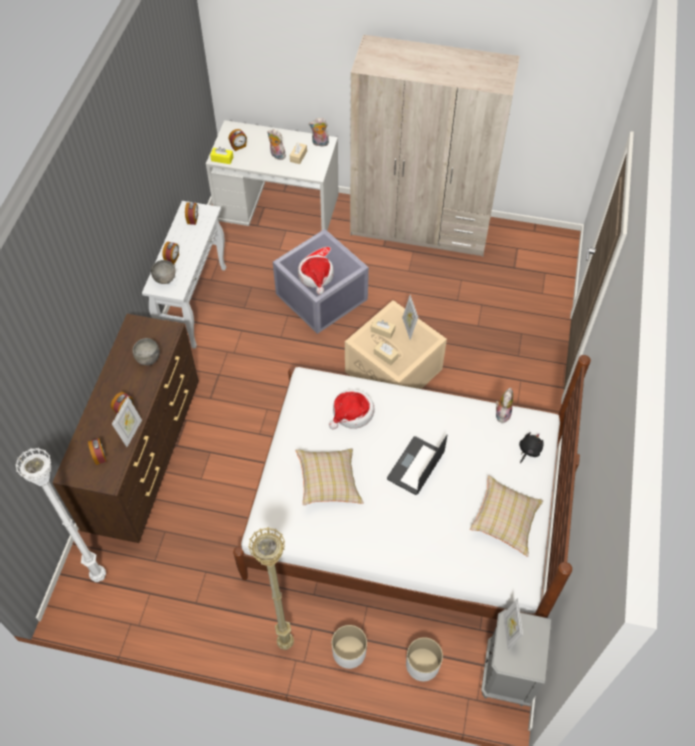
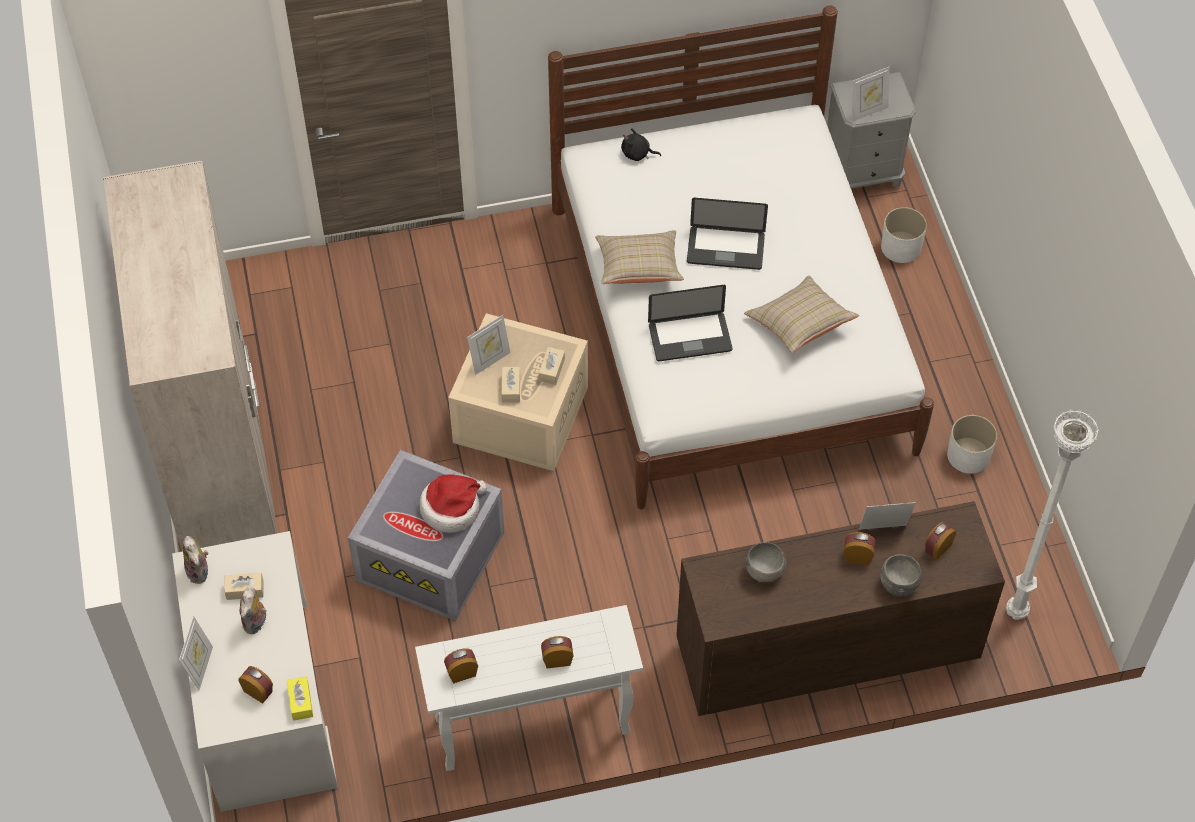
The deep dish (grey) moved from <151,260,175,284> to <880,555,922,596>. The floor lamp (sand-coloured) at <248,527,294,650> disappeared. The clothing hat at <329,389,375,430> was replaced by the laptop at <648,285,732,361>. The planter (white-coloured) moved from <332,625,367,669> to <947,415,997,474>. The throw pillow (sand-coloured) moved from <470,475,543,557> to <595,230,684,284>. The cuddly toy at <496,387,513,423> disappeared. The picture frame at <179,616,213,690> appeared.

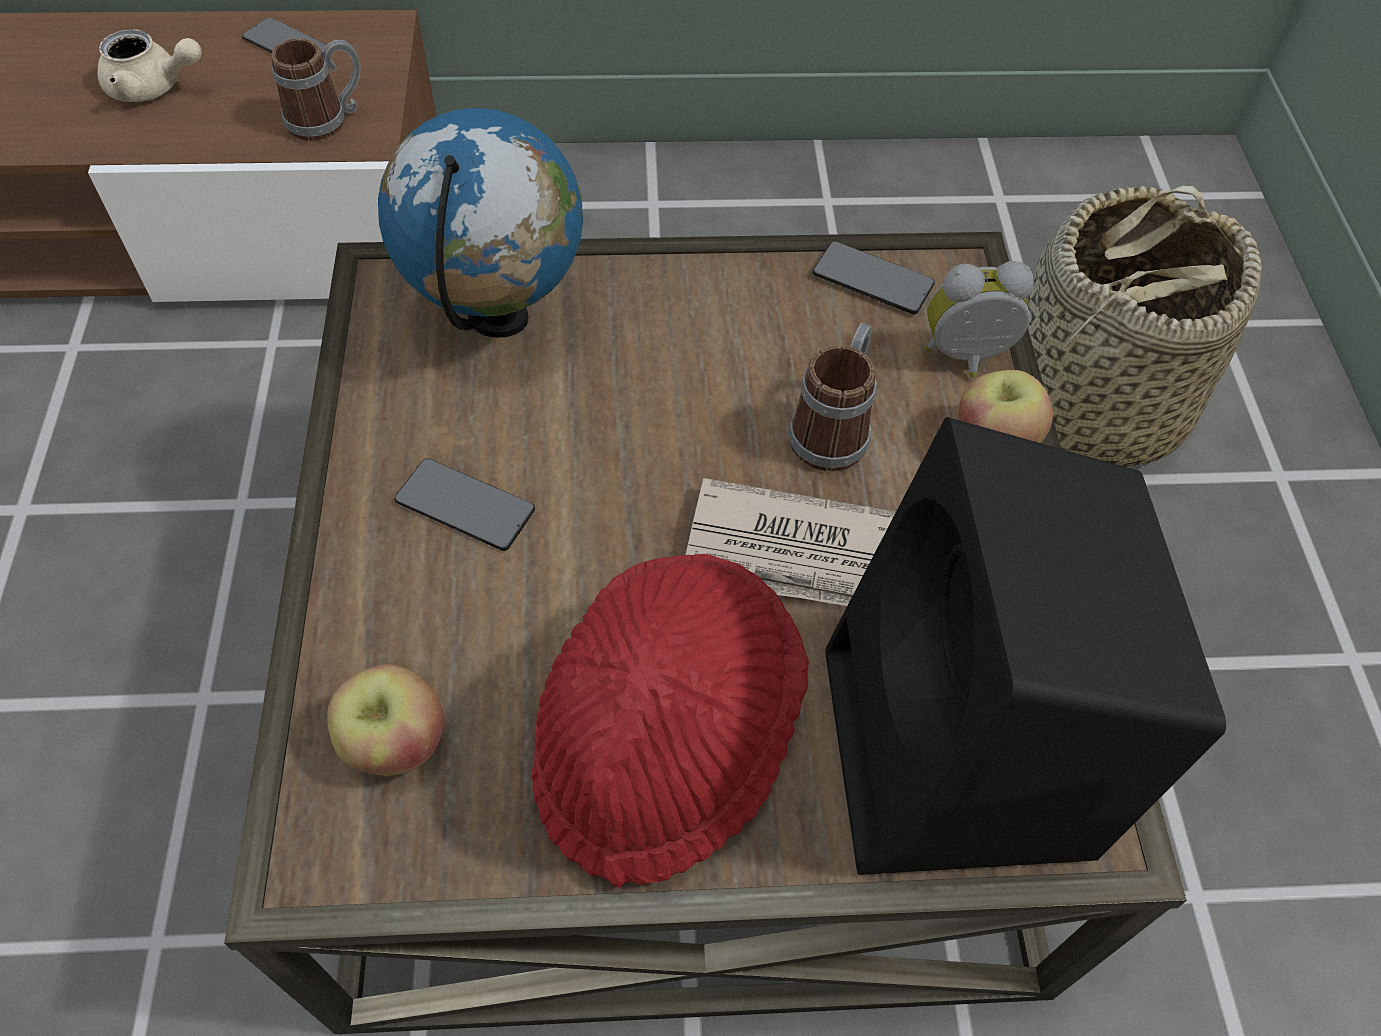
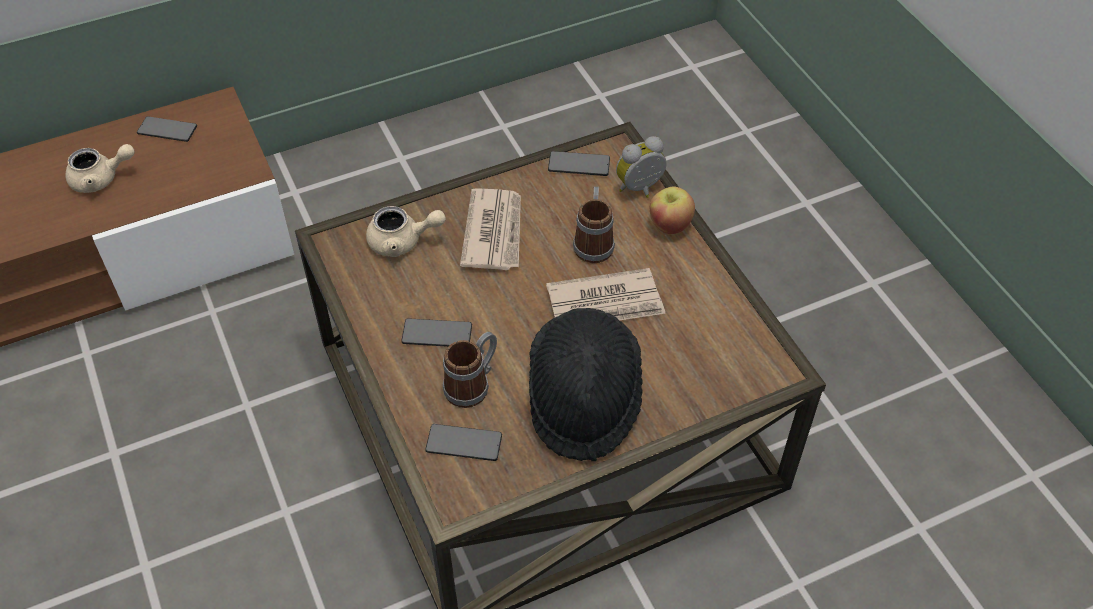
The tea mug moved from <271,38,361,141> to <443,332,497,408>. The apple at <327,664,444,776> was replaced by the telephone at <425,424,502,461>. The desk globe at <378,108,583,338> was replaced by the teapot (sand-coloured) at <366,206,446,257>. The clothing hat (red-coloured) at <531,554,809,888> became the clothing hat (black) at <529,308,643,461>. The loudspeaker (black) at <825,417,1226,875> disappeared. The household basket at <1026,185,1262,467> disappeared. The printed paper at <460,188,521,270> appeared.

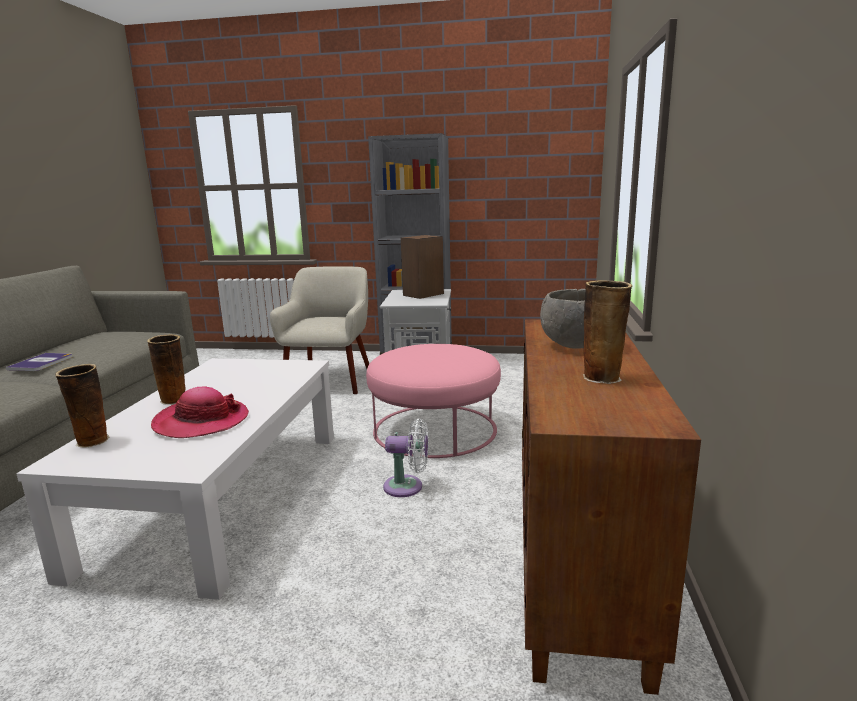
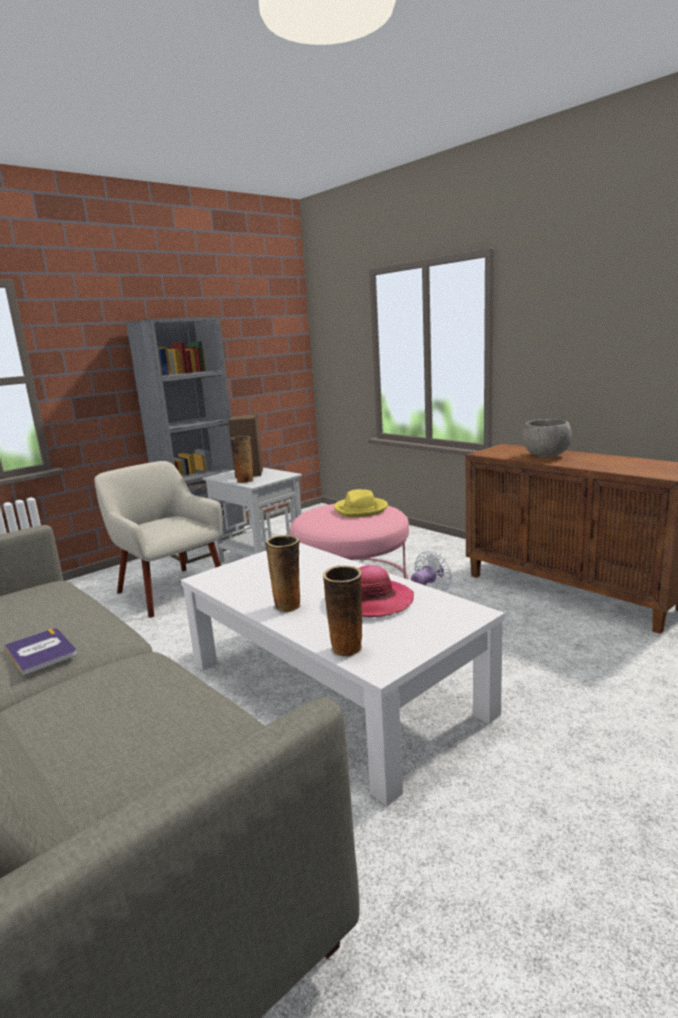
The flower vase moved from <583,281,632,384> to <230,436,254,483>. The clothing hat (yellow-coloured) at <334,489,388,517> appeared.

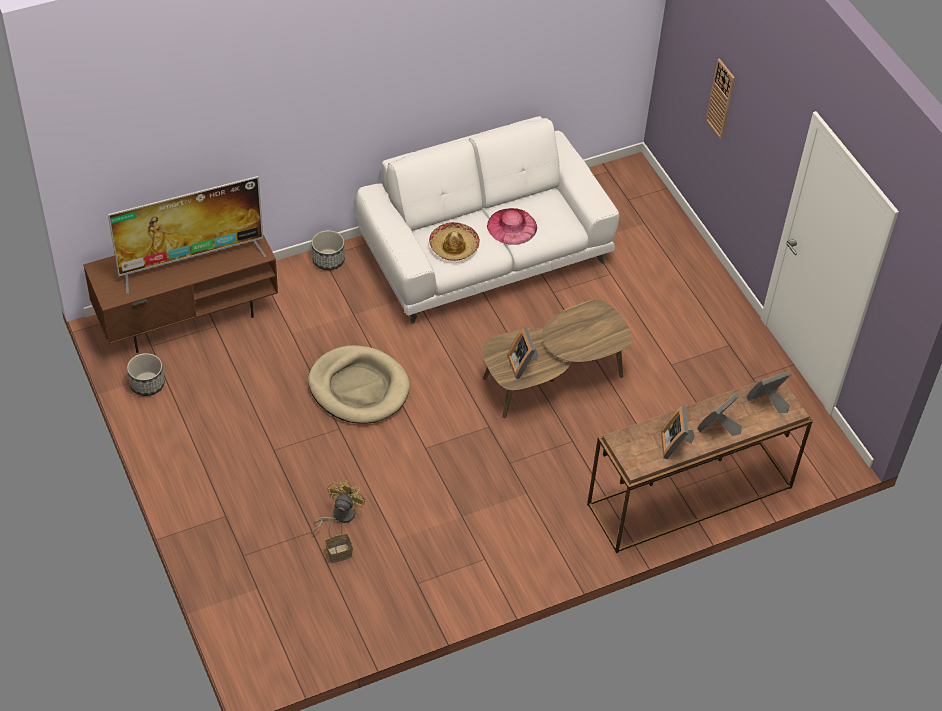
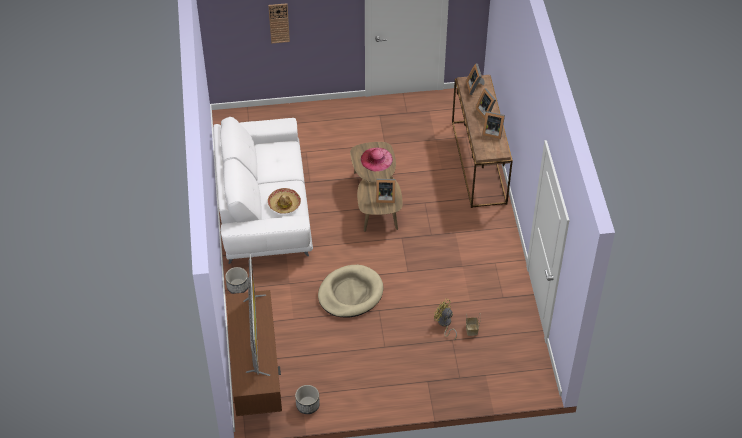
The clothing hat (pink-coloured) moved from <487,208,537,245> to <361,148,393,171>.

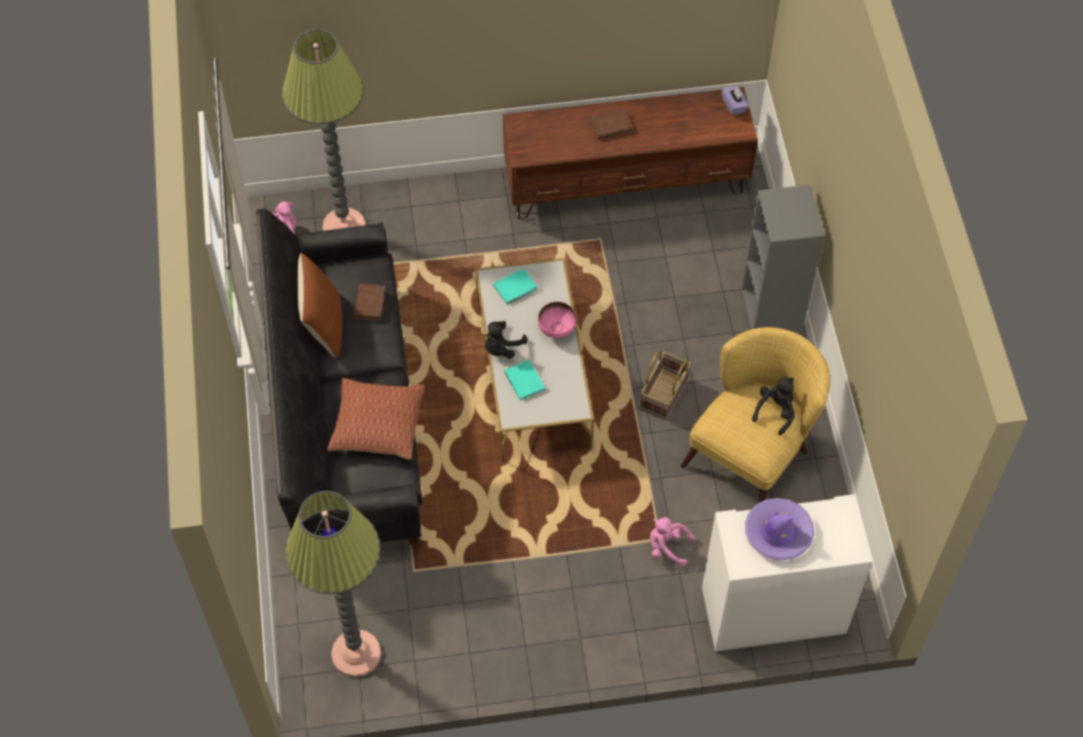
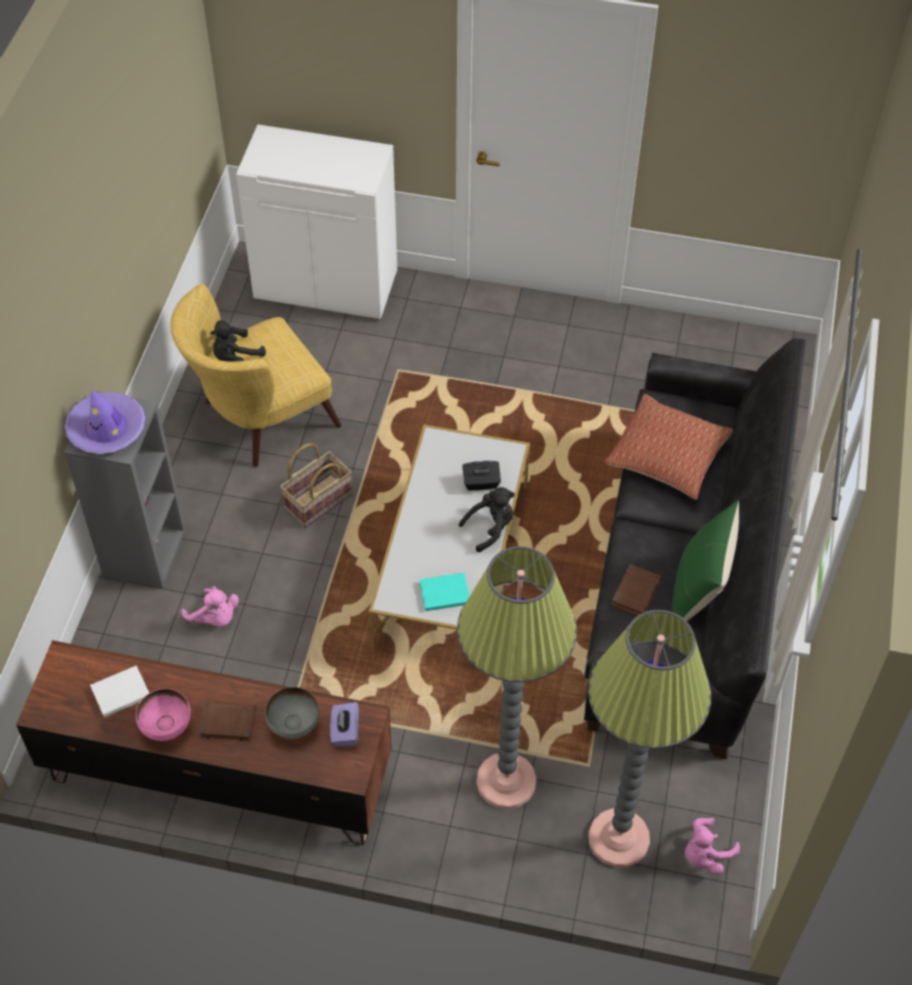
The floor lamp moved from <285,491,381,678> to <457,546,577,809>. The throw pillow (brown-coloured) at <298,253,343,358> became the throw pillow (green) at <672,500,739,621>. The bound book (blue-green) at <504,360,545,401> was replaced by the tissue box (black) at <462,461,501,491>. The deep dish (pink-coloured) moved from <538,302,577,338> to <136,689,191,741>. The cuddly toy (pink-coloured) moved from <650,517,695,567> to <181,586,239,627>. The tissue box (purple) moved from <722,86,749,116> to <330,702,359,746>. The clothing hat (purple) moved from <745,498,814,561> to <65,389,145,454>. The bound book (white-coloured) at <90,665,149,717> appeared. The deep dish (grey) at <265,687,320,739> appeared.

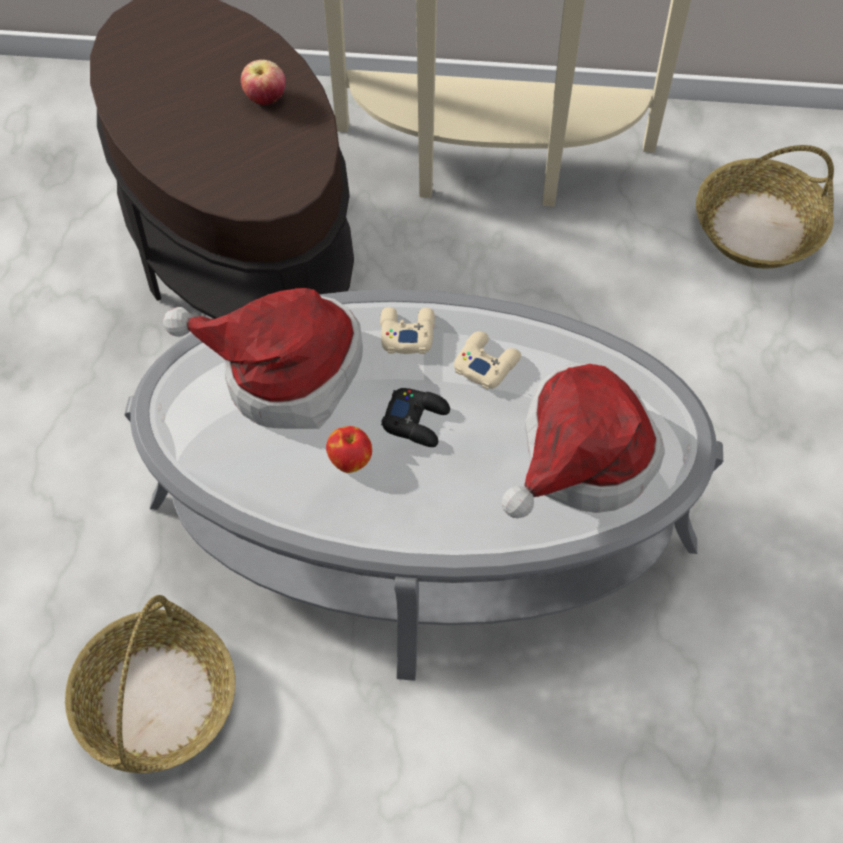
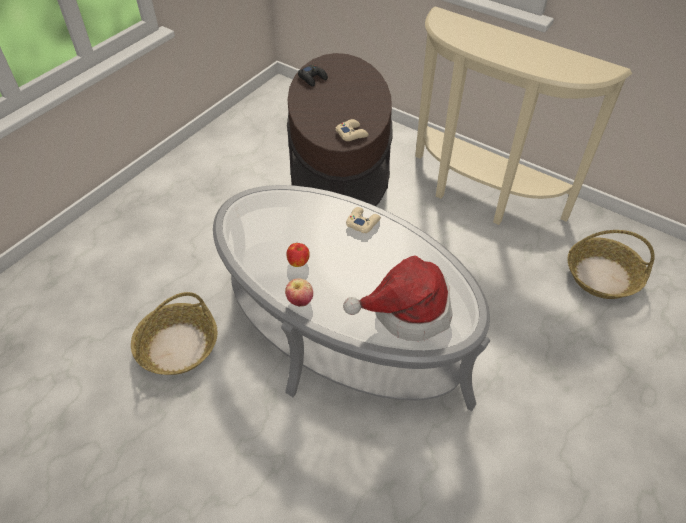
The clothing hat at <163,288,363,429> disappeared. The apple moved from <241,60,286,105> to <285,279,313,307>. The joypad (black) moved from <381,388,450,447> to <298,65,328,87>. The joypad (sand-coloured) moved from <454,331,521,390> to <336,119,369,141>.

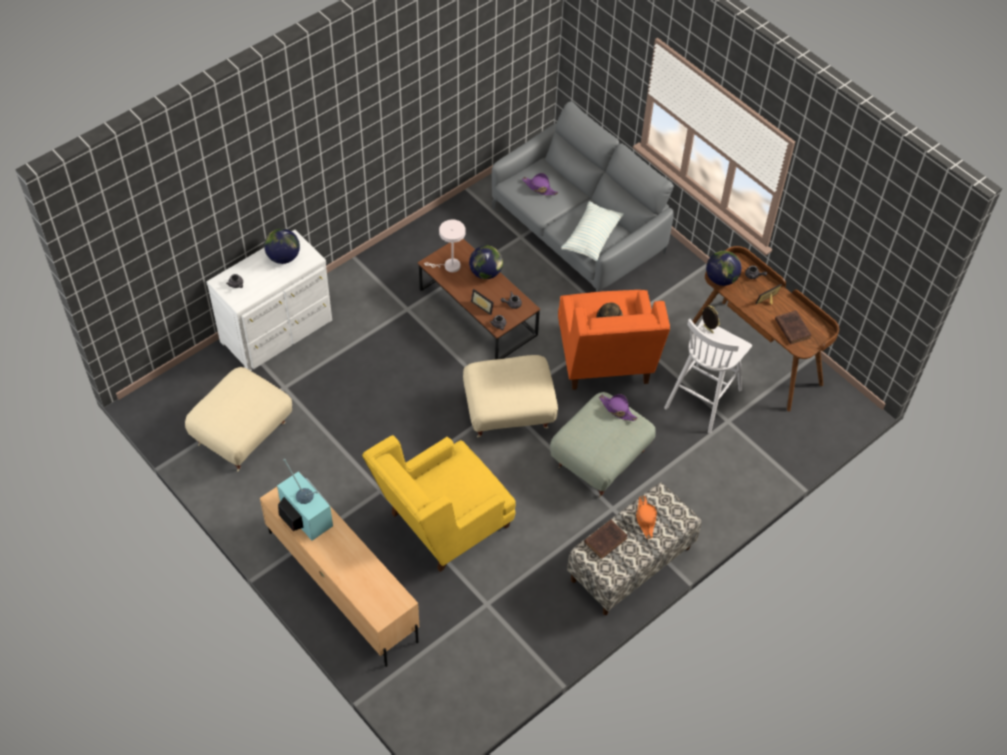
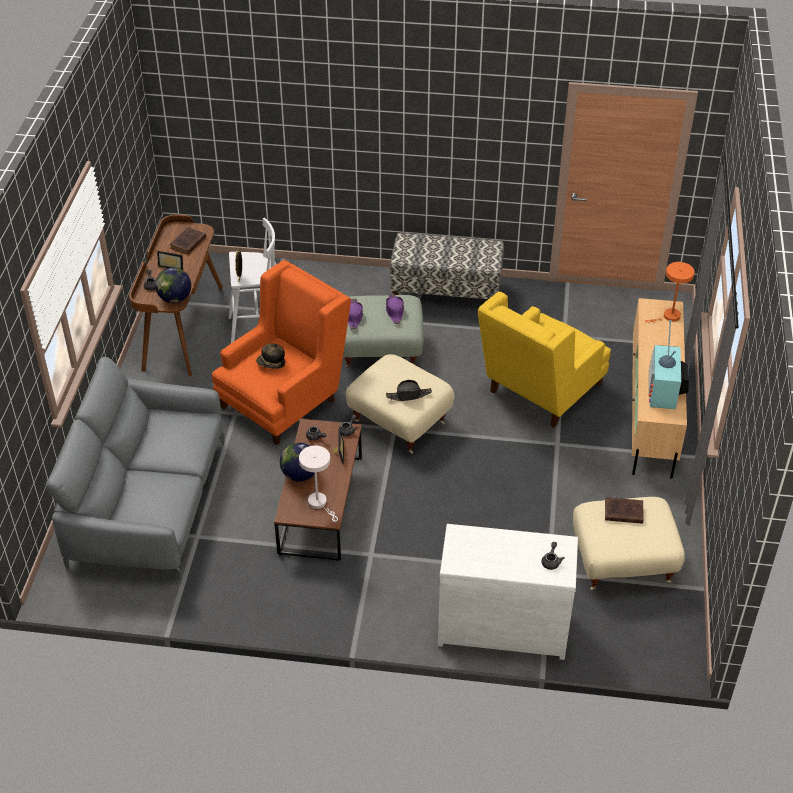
The desk globe at <264,228,300,264> disappeared. The armchair (yellow-coloured) at <362,435,516,572> turned 120 degrees clockwise. The clothing hat (purple) moved from <522,173,558,196> to <386,294,404,324>. The throw pillow at <561,201,624,261> disappeared. The bound book (brown-coloured) moved from <584,520,628,559> to <605,497,644,524>. The clothing hat (orangey) at <636,496,657,539> disappeared. The clothing hat (black) at <386,380,432,401> appeared. The table lamp (orangey) at <645,262,695,323> appeared.

